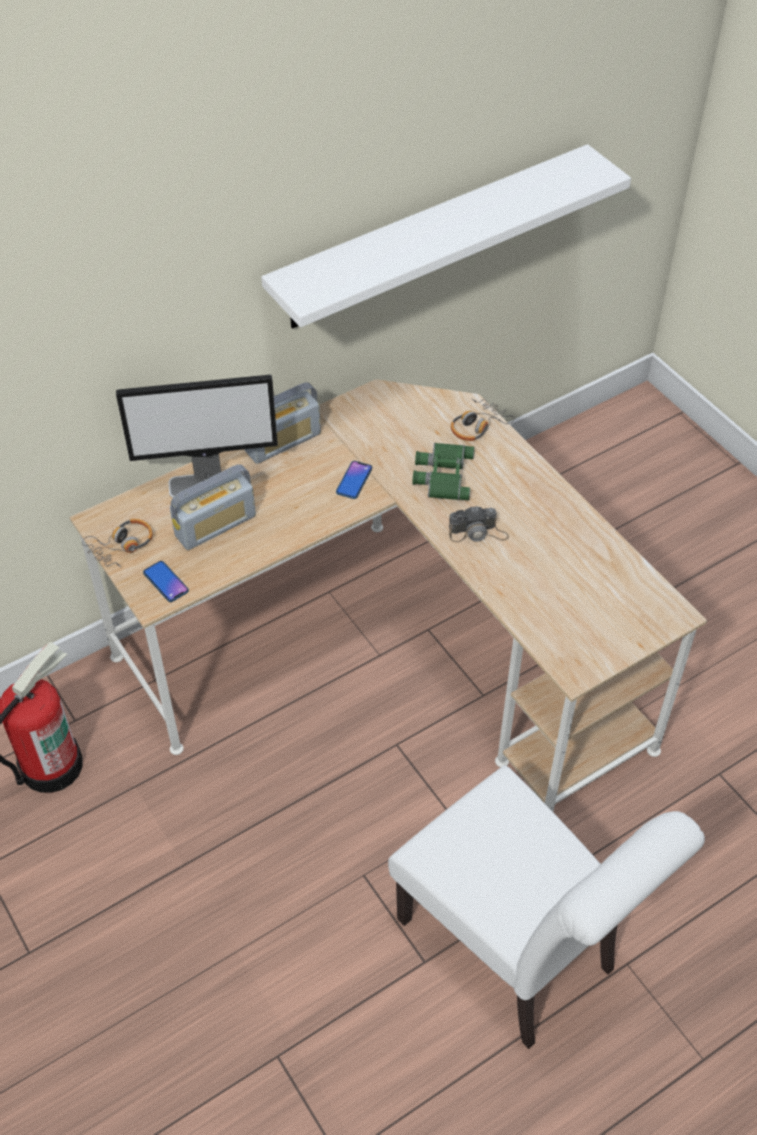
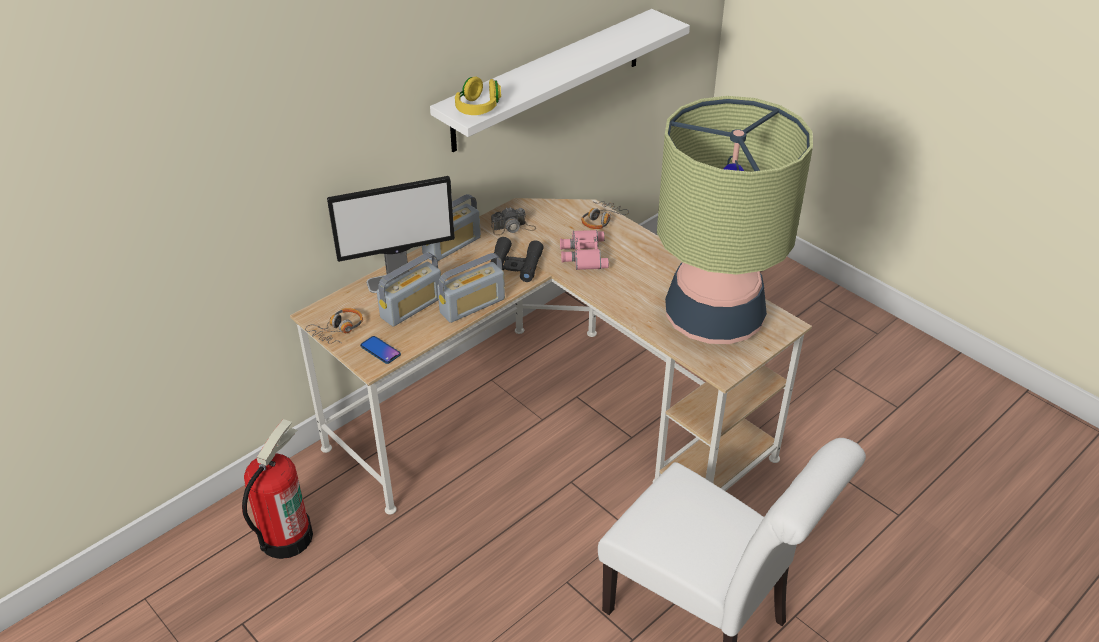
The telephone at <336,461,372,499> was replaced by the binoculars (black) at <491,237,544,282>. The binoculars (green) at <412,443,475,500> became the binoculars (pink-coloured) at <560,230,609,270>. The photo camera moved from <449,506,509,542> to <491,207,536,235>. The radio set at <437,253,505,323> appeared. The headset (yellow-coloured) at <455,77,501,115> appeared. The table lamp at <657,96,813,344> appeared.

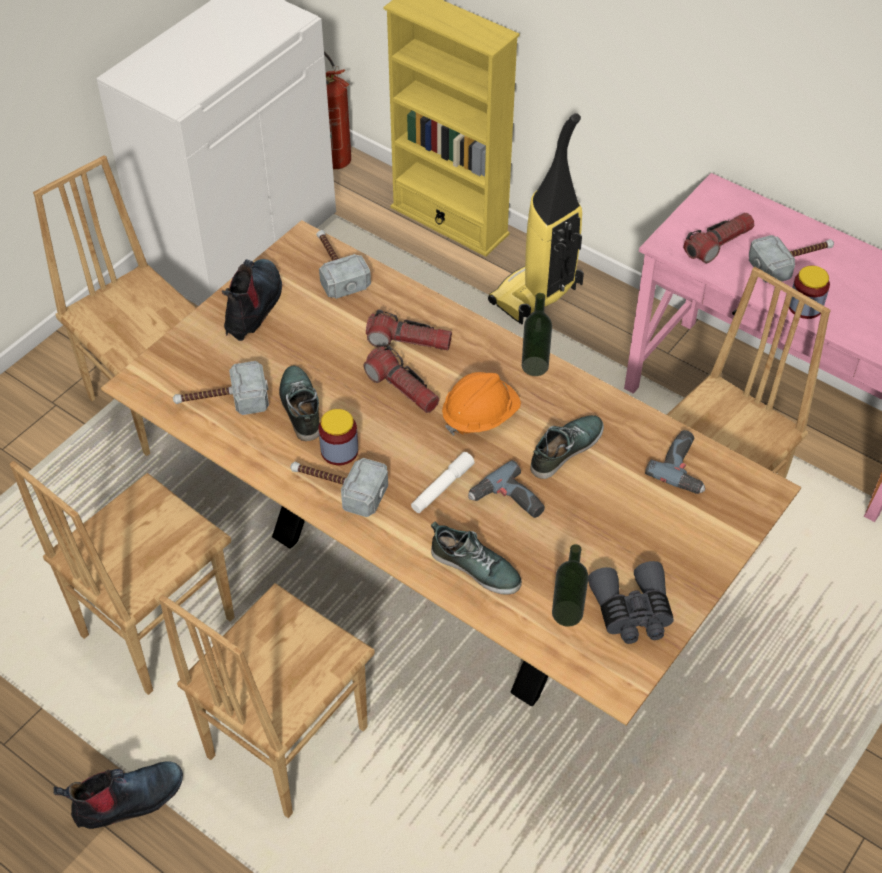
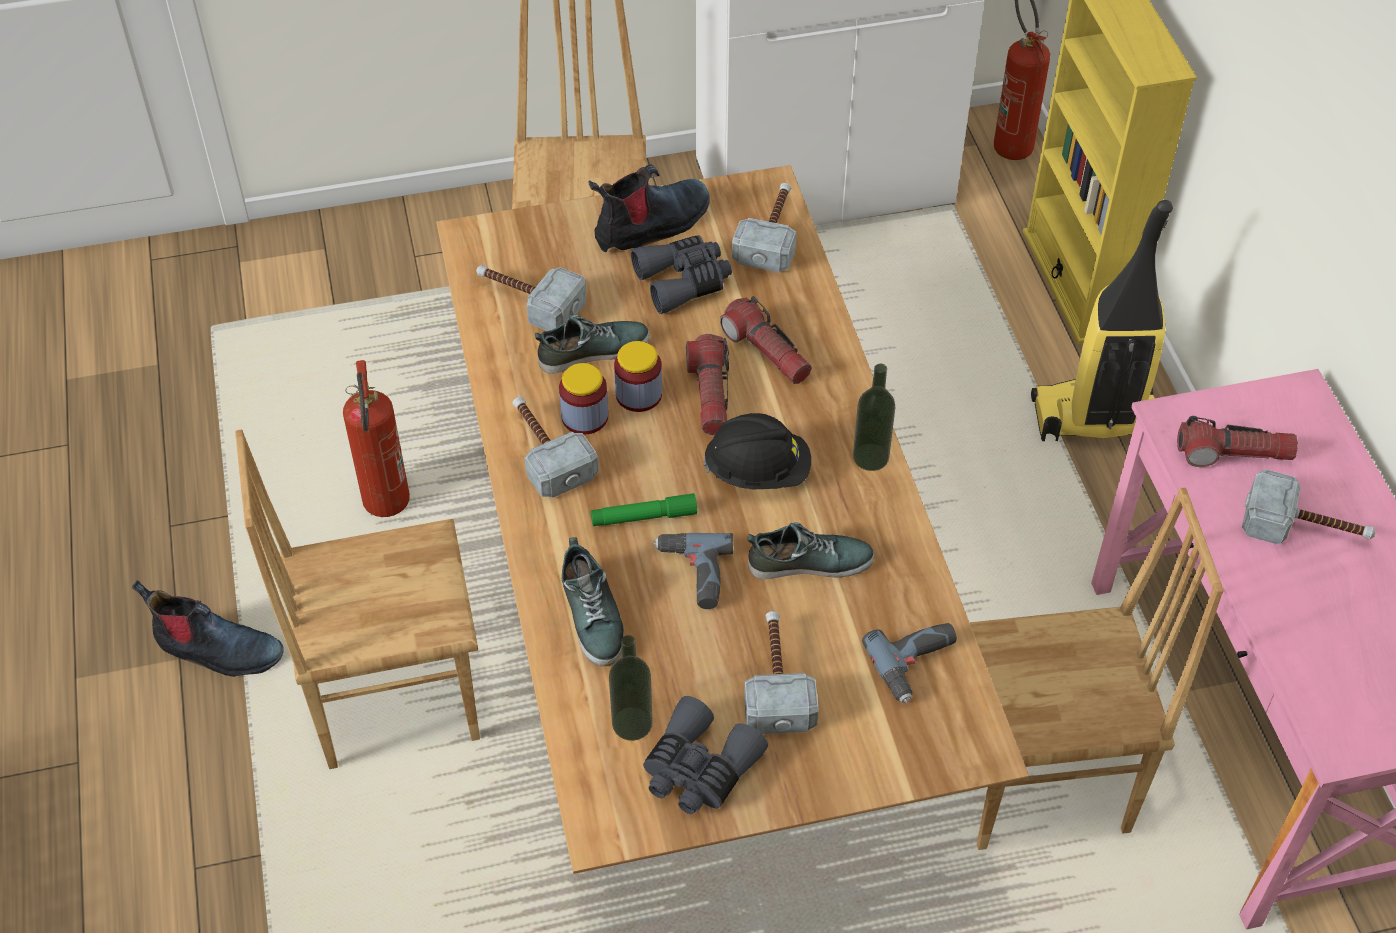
The upright chair (brown-coloured) at <10,461,235,695> was replaced by the fire extinguisher at <343,360,410,517>. The low shoe at <279,366,319,441> turned 45 degrees clockwise. The torch (white-coloured) at <411,452,475,513> became the torch (green) at <591,493,697,526>. The hard hat (orangey) at <442,372,521,436> became the hard hat (black) at <703,413,811,489>. The preserve jar moved from <789,266,830,319> to <614,341,662,412>. The binoculars (grey) at <631,235,732,314> appeared. The tool hammer at <744,611,819,734> appeared.

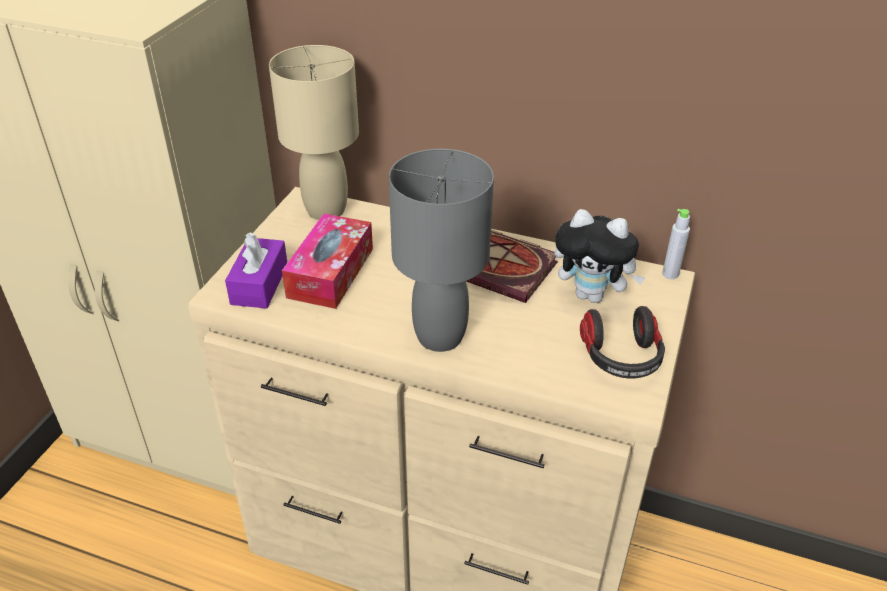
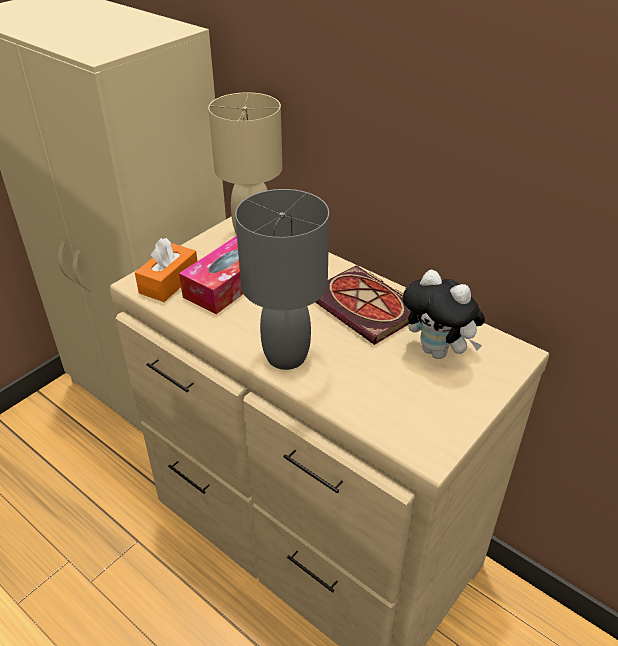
The tissue box (purple) at <225,232,287,309> became the tissue box (orangey) at <135,238,197,302>. The headset at <580,306,665,378> disappeared. The bottle (grey) at <662,209,690,279> disappeared.

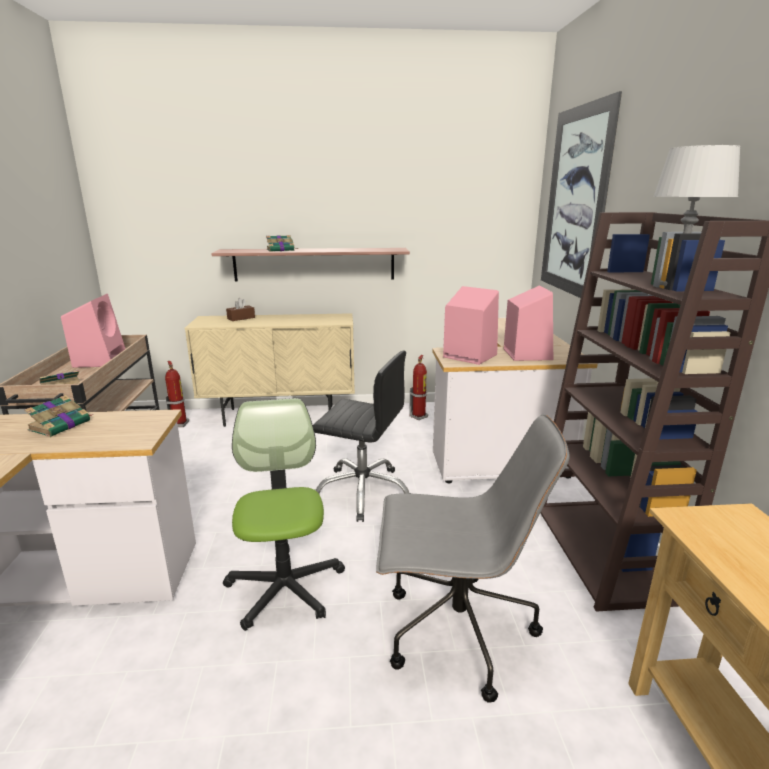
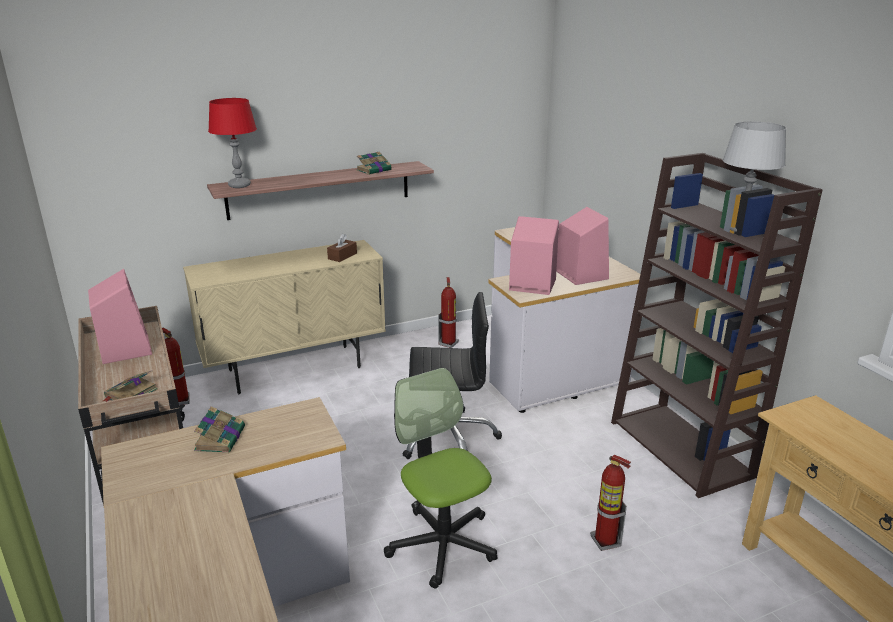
The tissue box (brown-coloured) moved from <226,298,255,321> to <327,234,357,262>. The bound book moved from <266,235,298,252> to <356,152,392,175>. The office chair (grey) at <376,414,570,702> was replaced by the fire extinguisher at <591,455,631,551>. The wall picture at <541,91,622,298> disappeared. The table lamp (red-coloured) at <208,98,257,188> appeared.

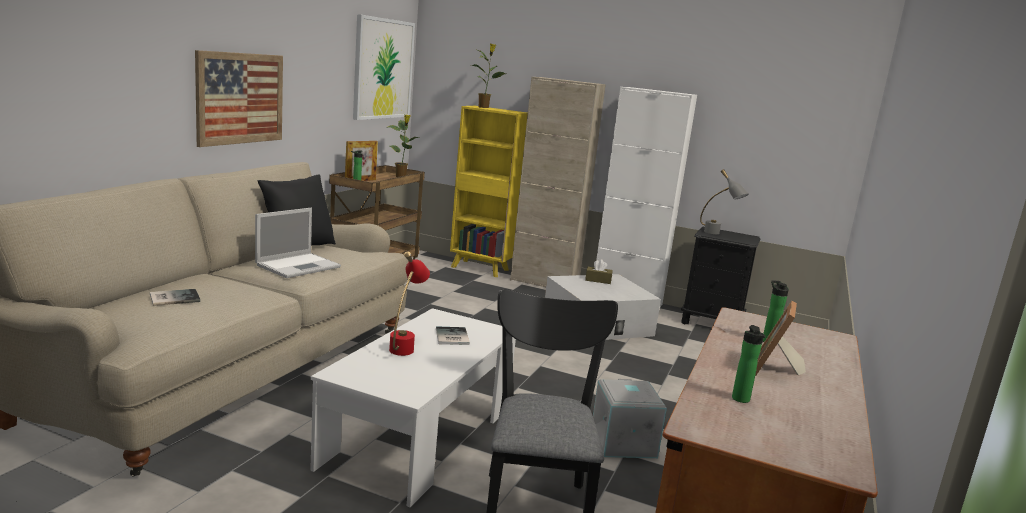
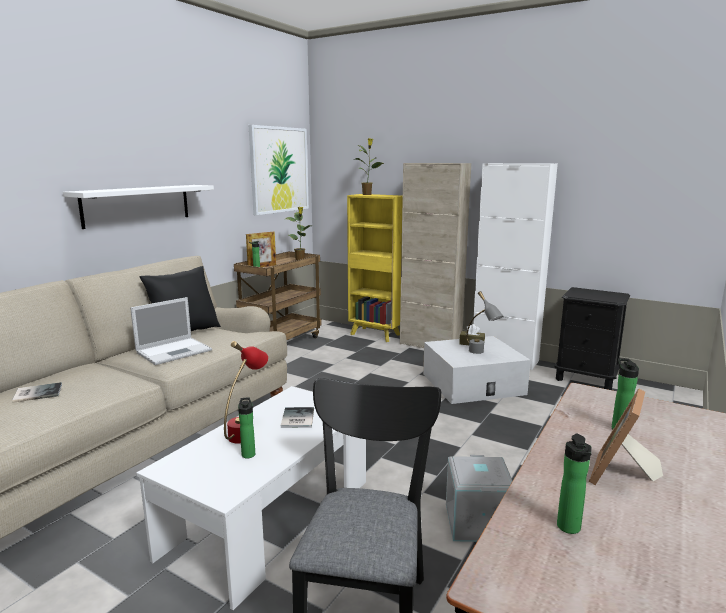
The wall picture at <195,50,283,147> was replaced by the shelf (white-coloured) at <63,185,214,229>. The table lamp (grey) moved from <700,169,749,234> to <466,291,503,354>. The bottle at <238,397,255,459> appeared.

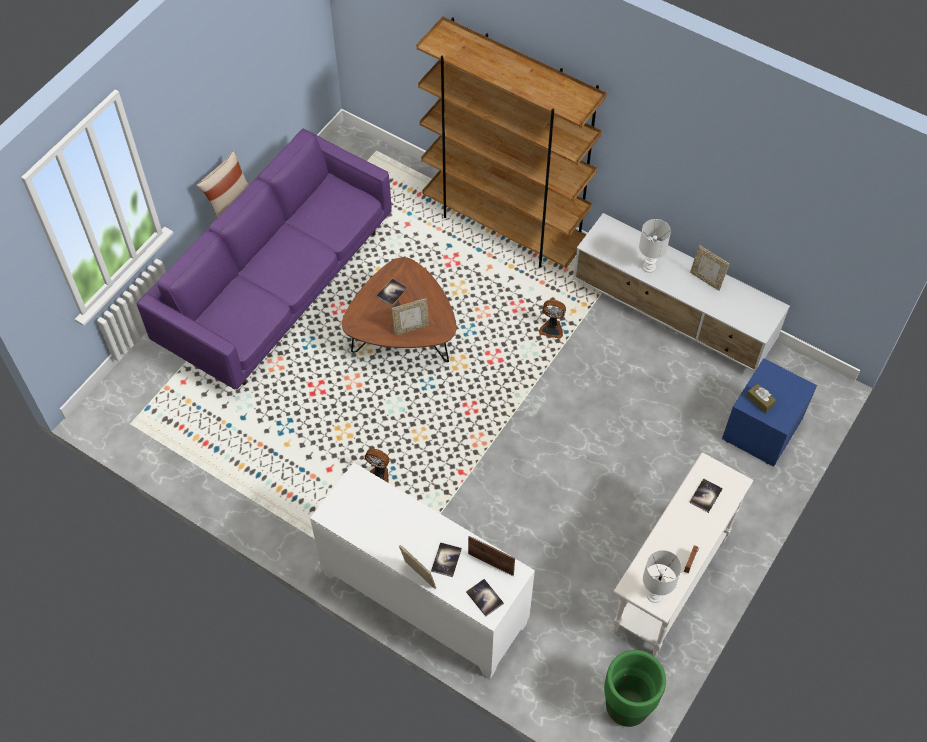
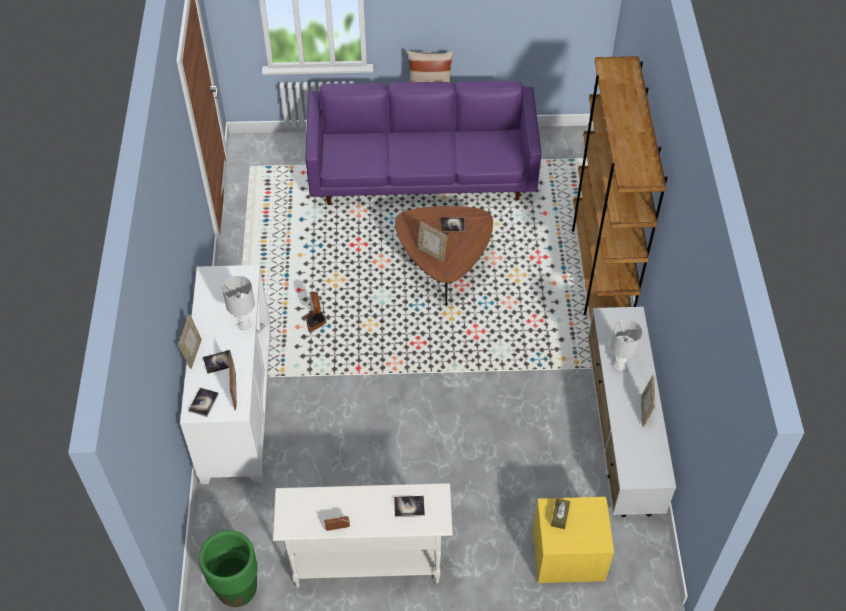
The electric fan at <539,300,566,339> disappeared. The table lamp (white-coloured) moved from <643,550,681,603> to <222,276,255,330>. The bedside table (bluish) at <722,358,817,467> became the bedside table (yellow-coloured) at <533,497,614,583>.

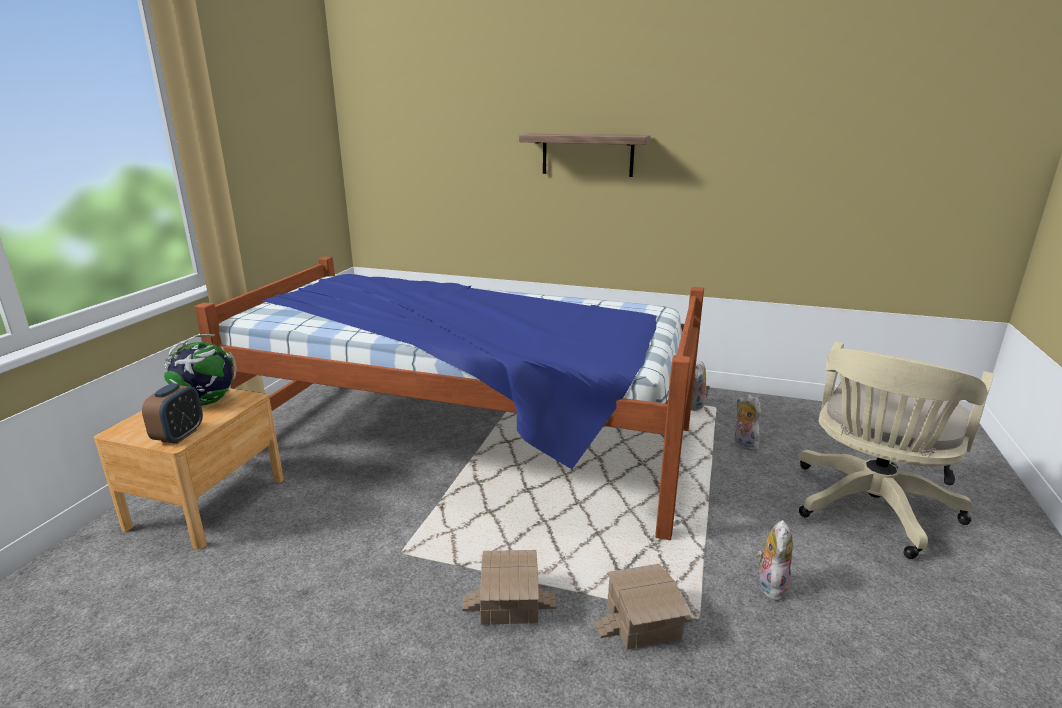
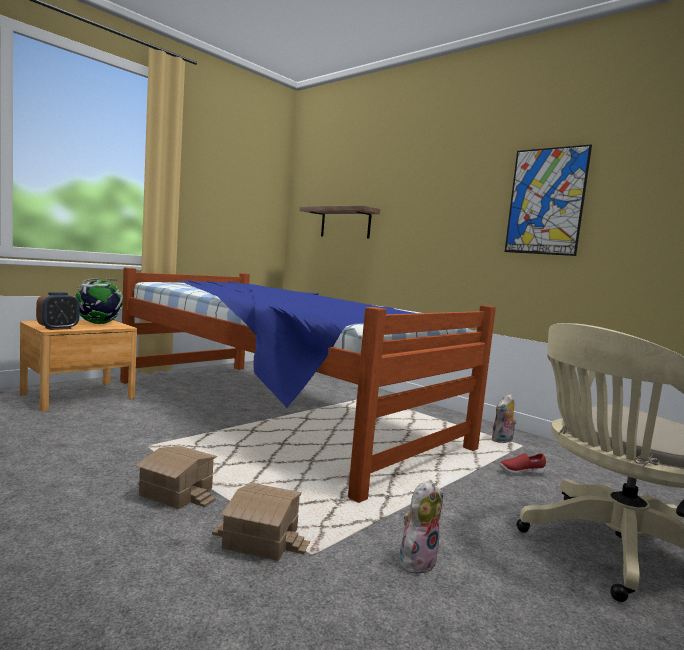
The shelf moved from <519,133,650,177> to <300,205,380,238>. The cuddly toy at <734,394,761,450> was replaced by the low shoe (red-coloured) at <499,453,546,474>. The wall picture at <505,144,592,256> appeared.

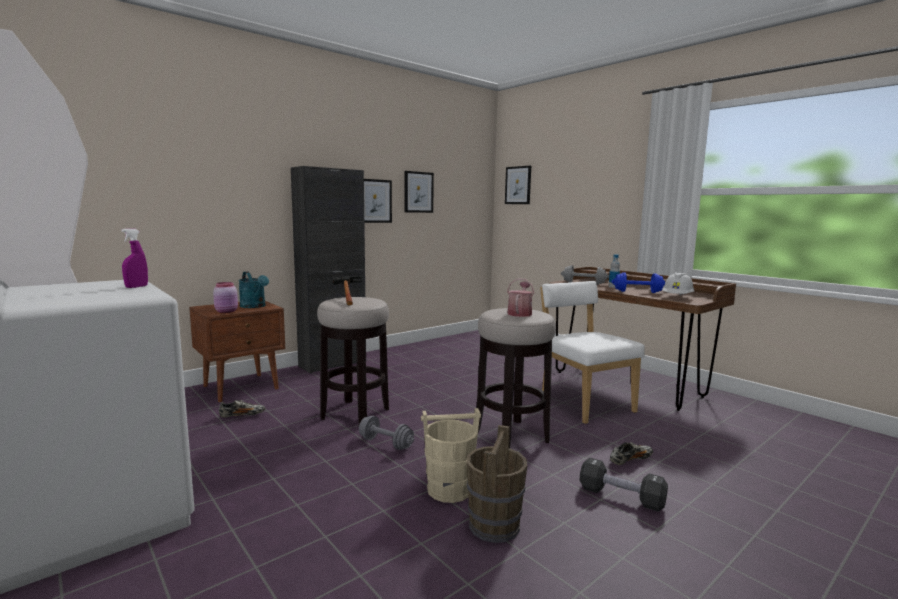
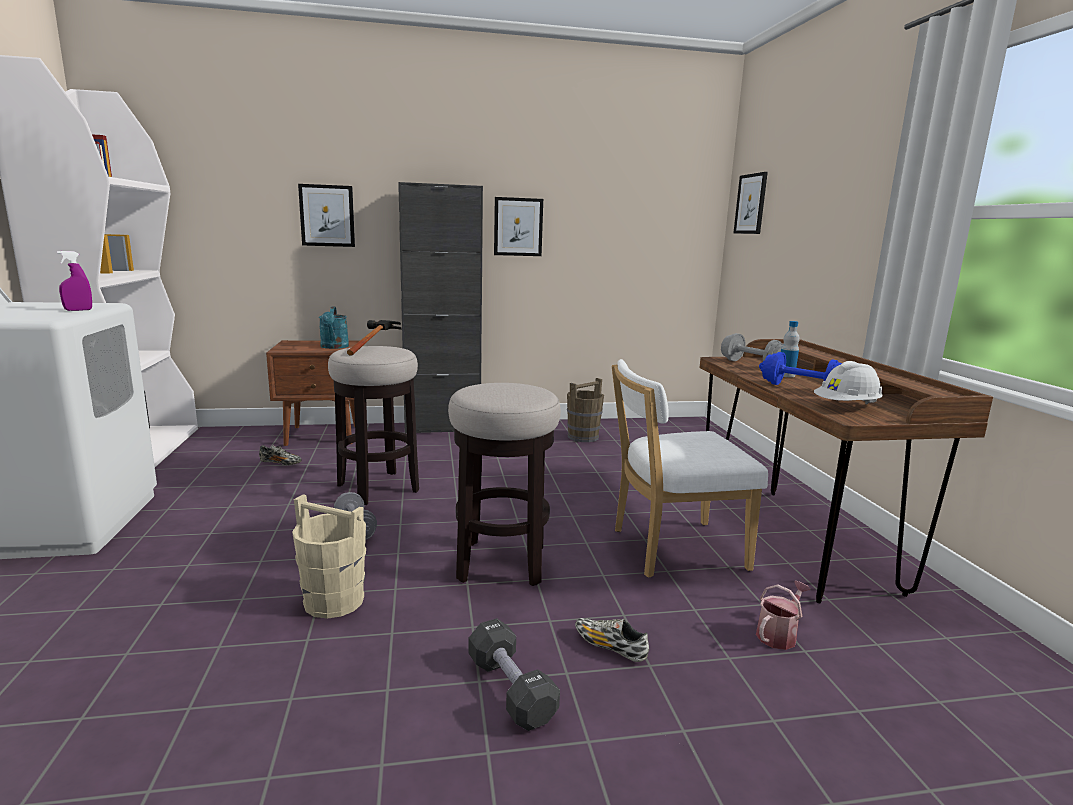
The preserve jar (pink-coloured) at <213,282,238,313> disappeared. The wall picture moved from <405,171,434,213> to <298,184,355,247>. The water bucket (brown-coloured) moved from <467,425,527,543> to <567,378,604,442>. The watering pot moved from <507,278,534,317> to <756,581,811,650>. The upright chair (white-coloured) at <540,281,645,424> turned 105 degrees counterclockwise. The low shoe at <610,442,653,465> turned 150 degrees counterclockwise.

